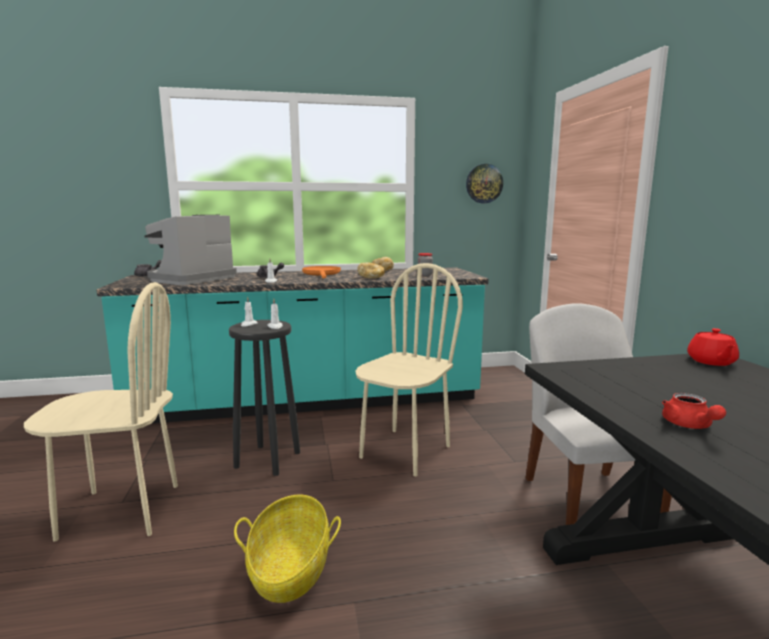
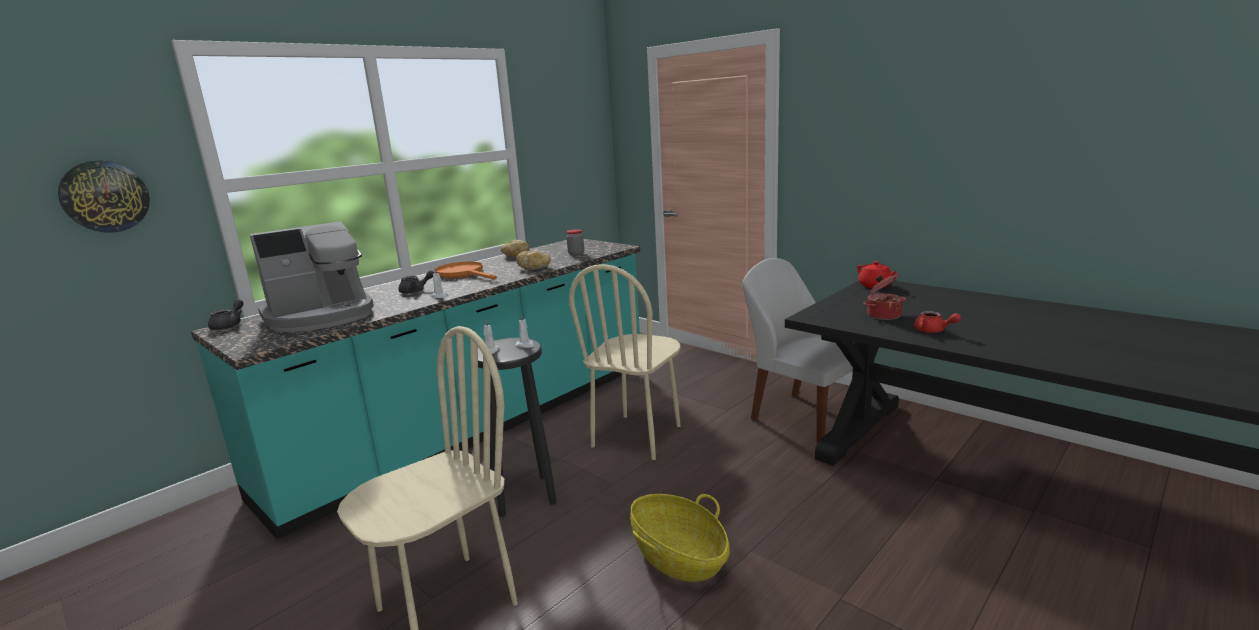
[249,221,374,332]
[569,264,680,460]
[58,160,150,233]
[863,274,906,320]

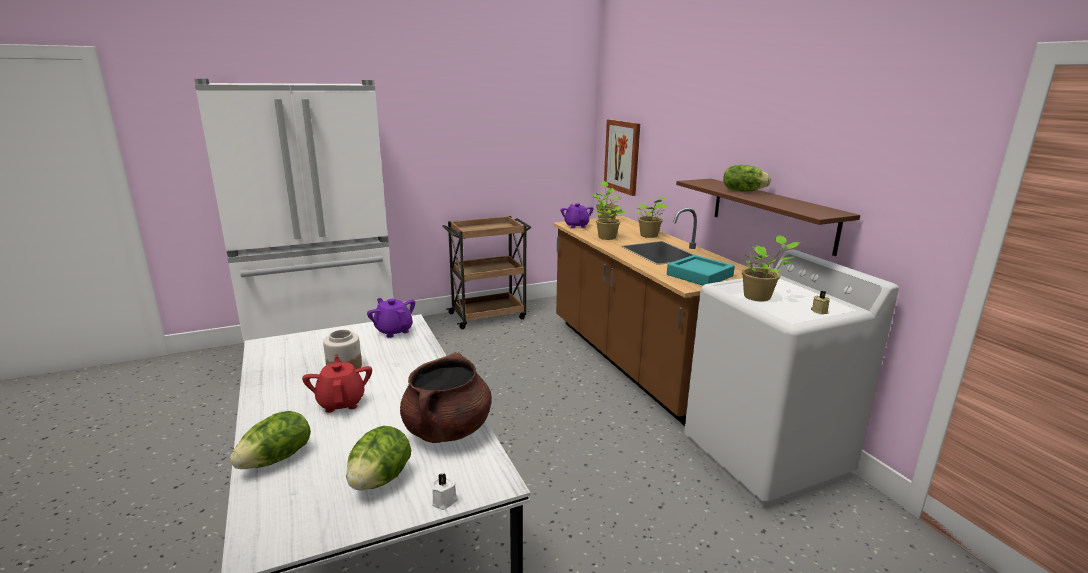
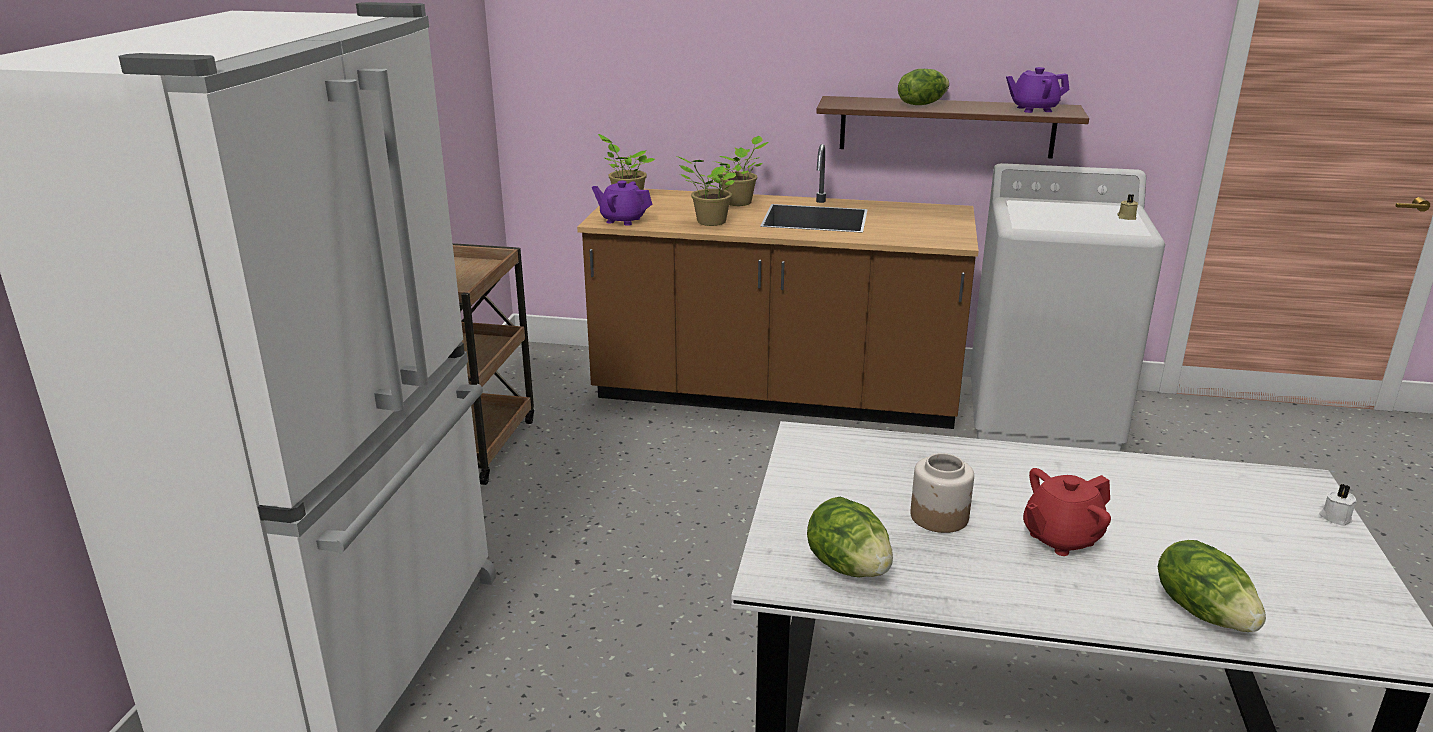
[1023,468,1111,556]
[807,497,893,577]
[1006,67,1070,113]
[400,352,492,443] (first image)
[604,119,640,196] (first image)
[667,255,735,285] (first image)
[742,235,801,301] (first image)

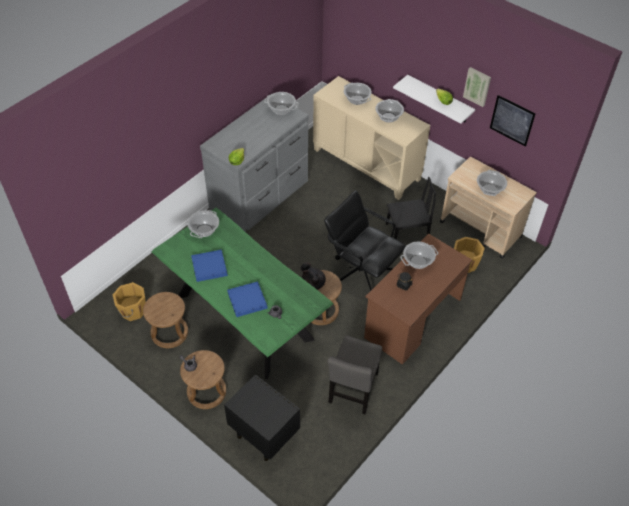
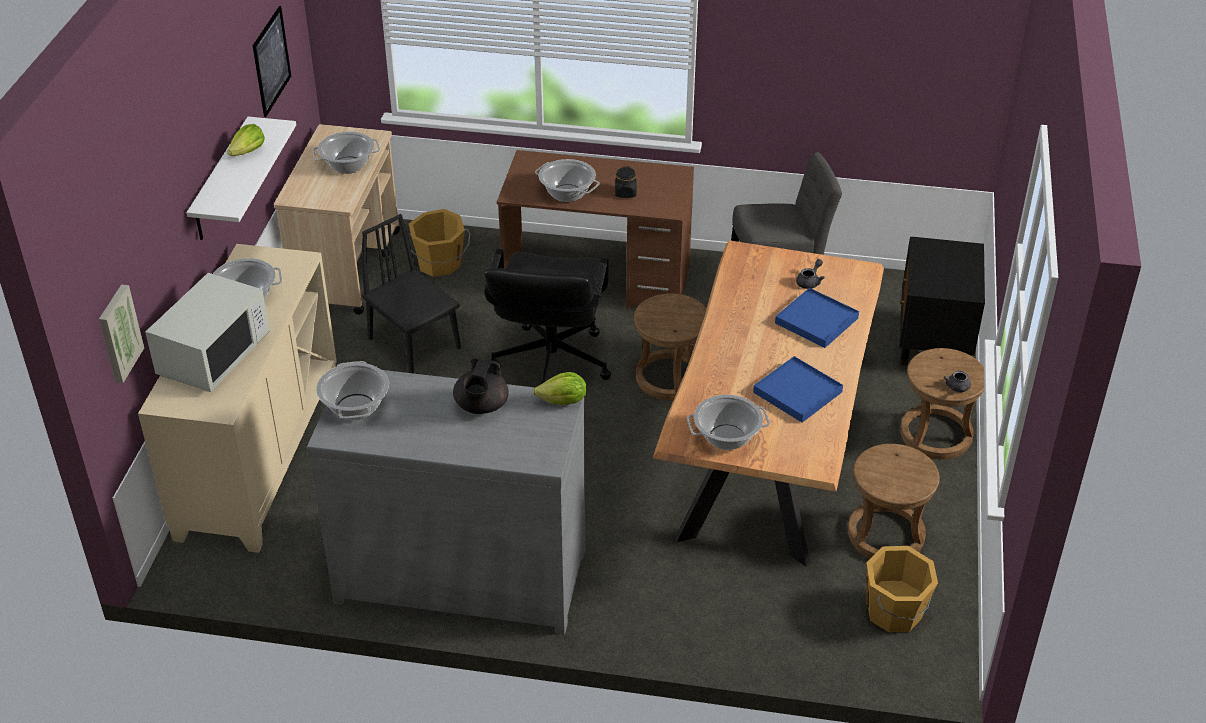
[653,240,884,567]
[453,357,509,414]
[145,273,270,392]
[99,285,144,383]

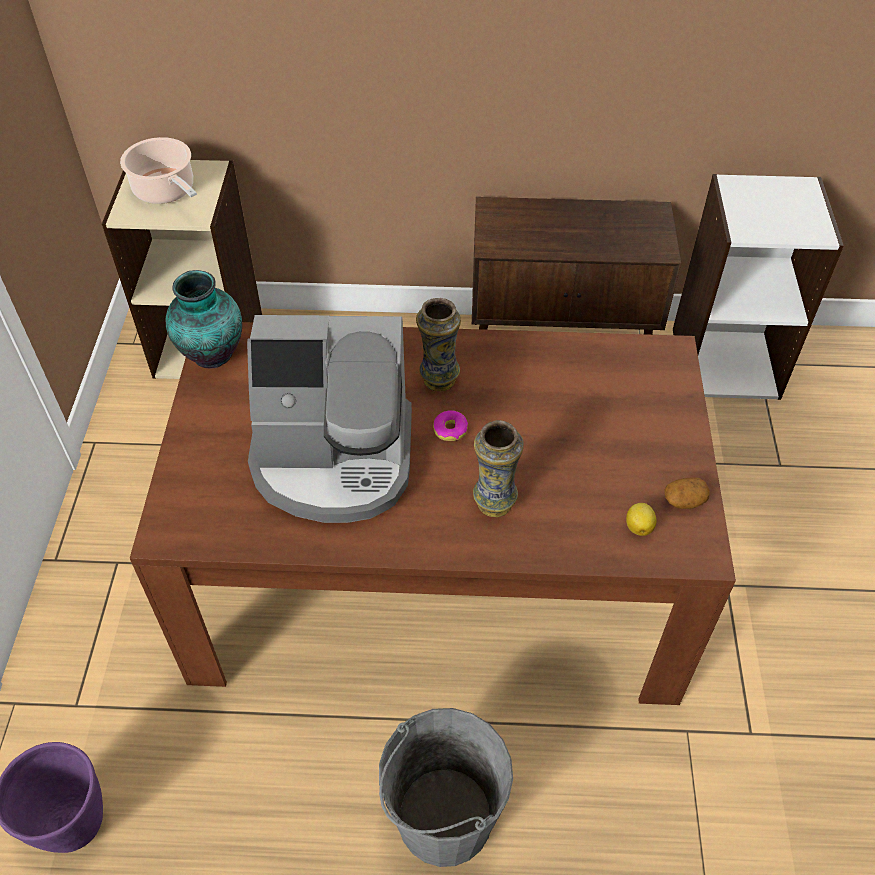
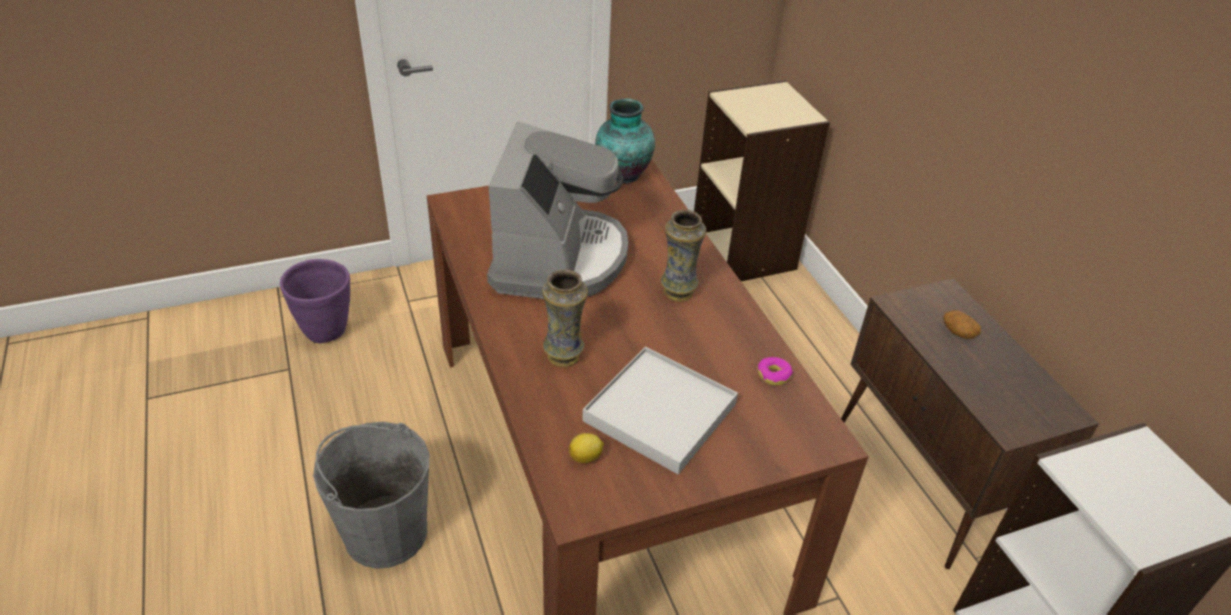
[120,137,197,204] (first image)
[487,121,628,299]
[757,357,793,385]
[943,310,981,339]
[582,347,738,474]

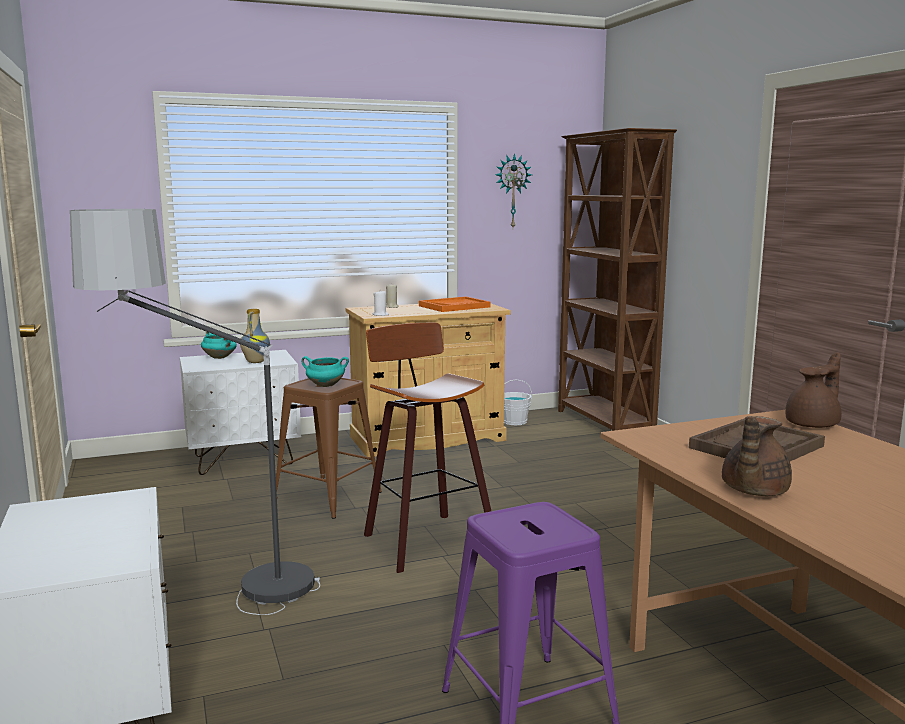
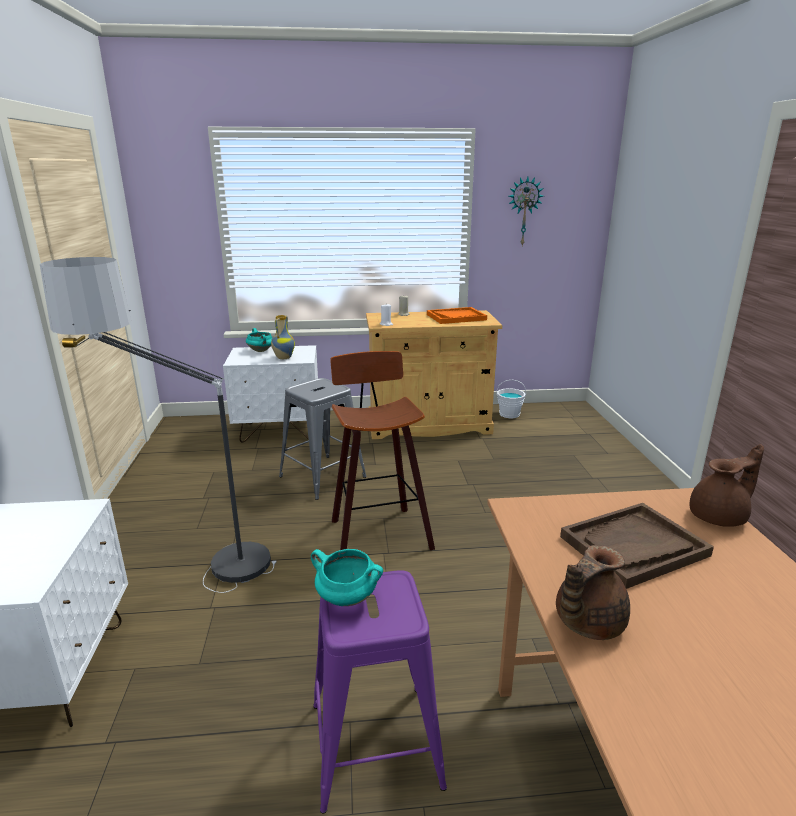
[279,378,367,500]
[311,549,383,606]
[558,128,677,431] (first image)

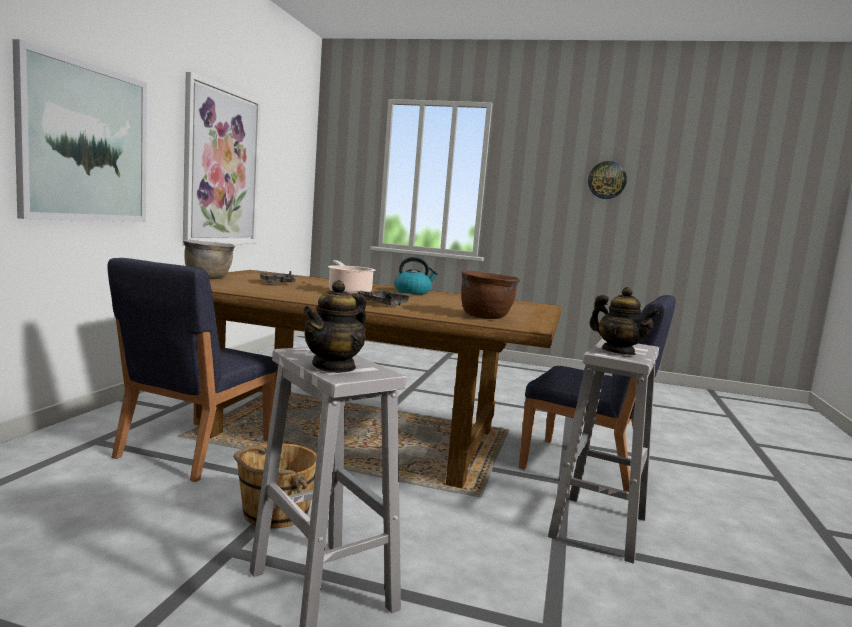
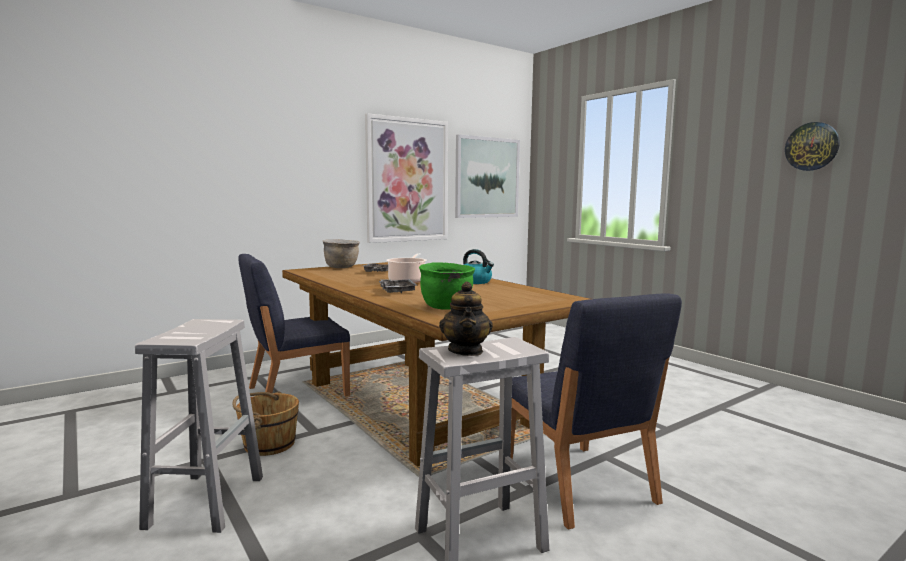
[455,134,520,218]
[303,280,366,373] (first image)
[419,263,475,310]

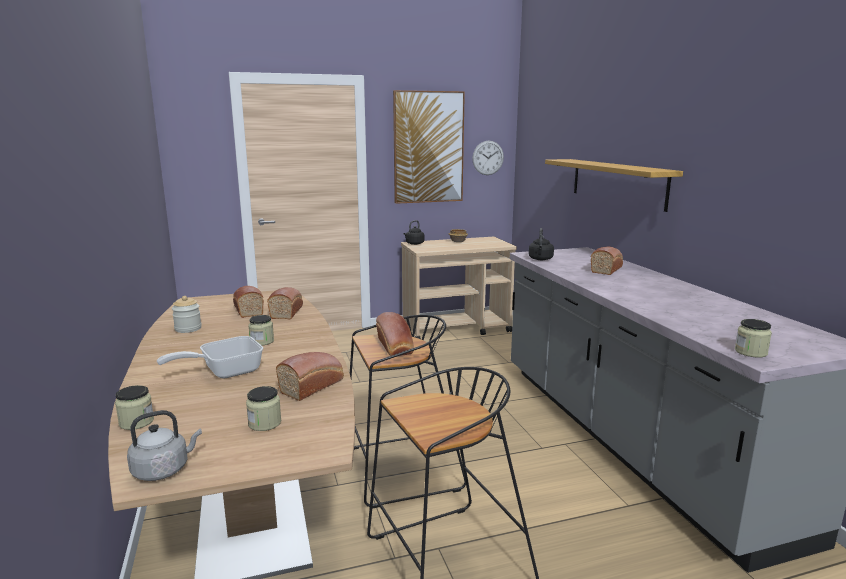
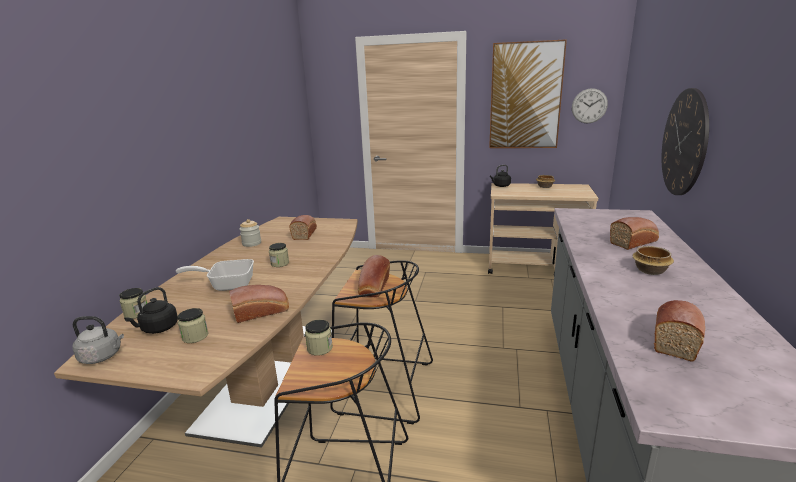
[654,300,705,361]
[124,287,178,334]
[662,88,709,195]
[305,320,333,356]
[632,246,674,275]

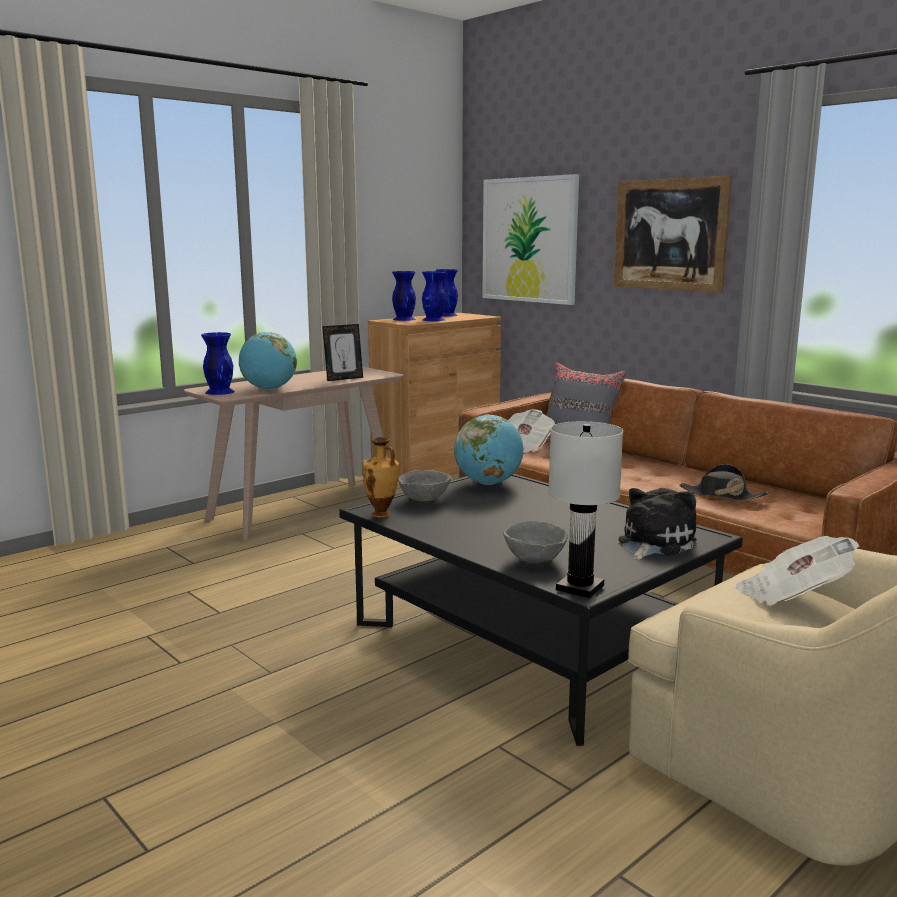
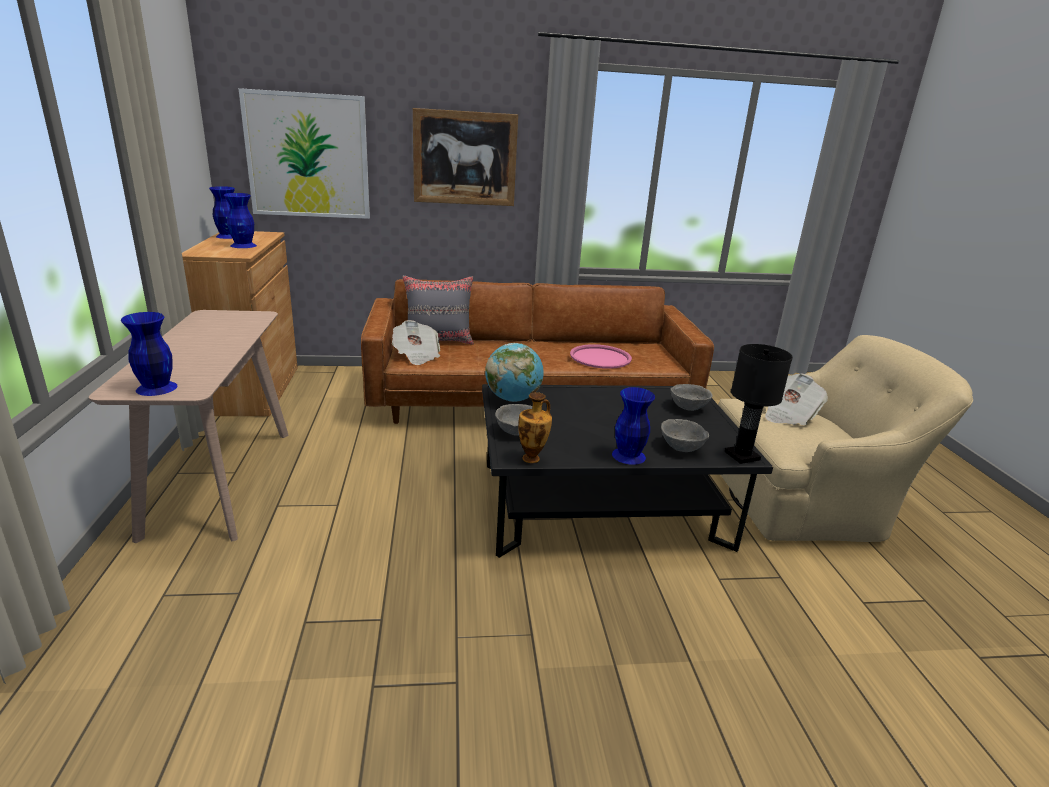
[239,332,297,390] (first image)
[322,324,363,381] (first image)
[612,387,655,465]
[725,344,793,464]
[670,384,713,411]
[570,344,632,369]

